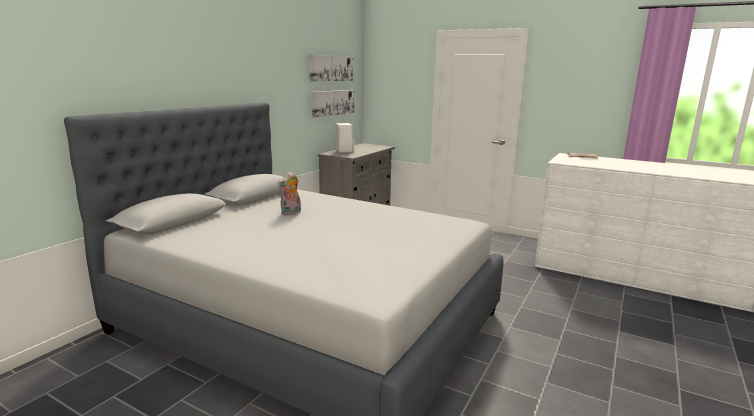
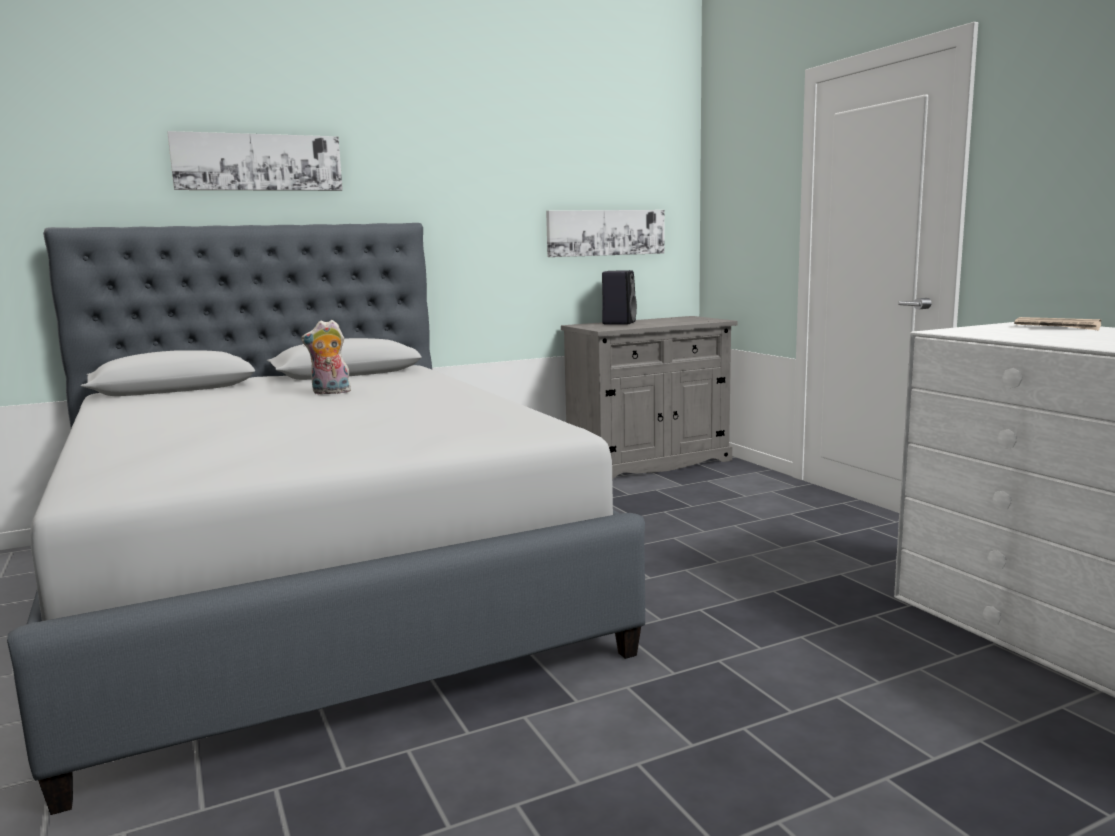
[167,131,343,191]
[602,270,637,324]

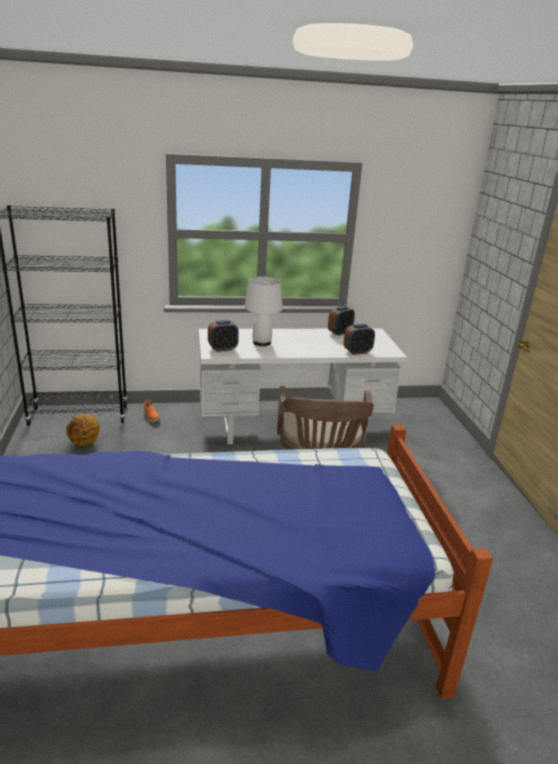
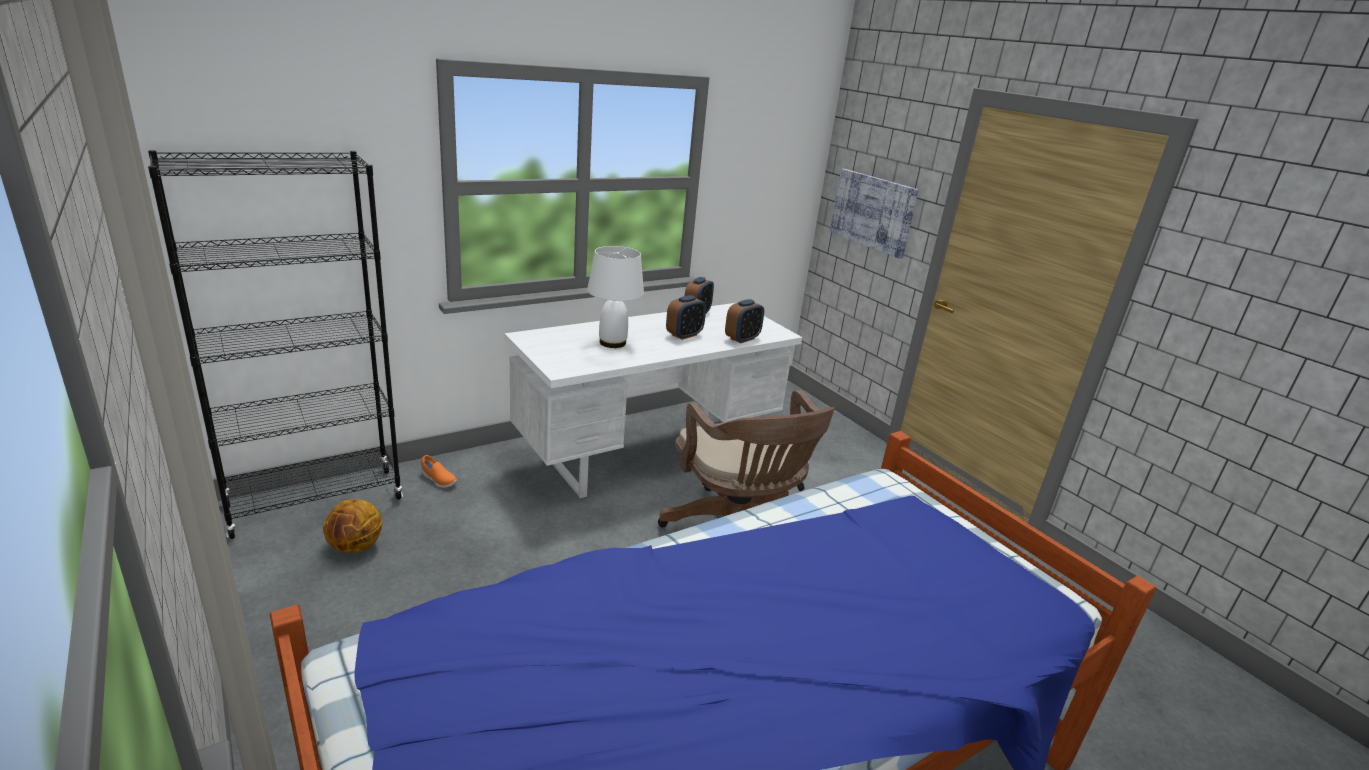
[666,295,706,340]
[830,169,918,259]

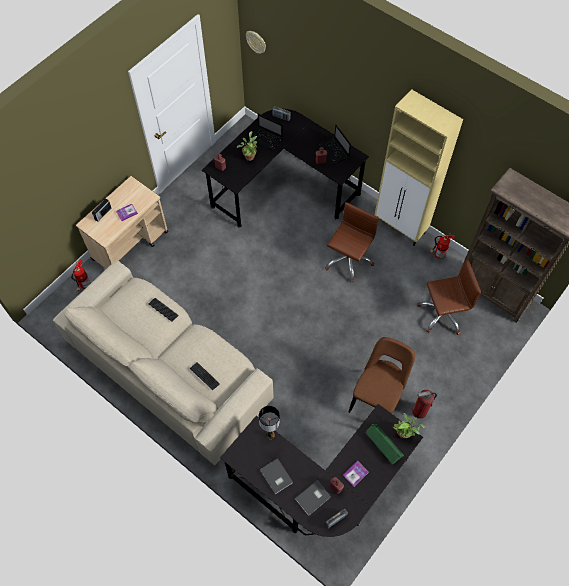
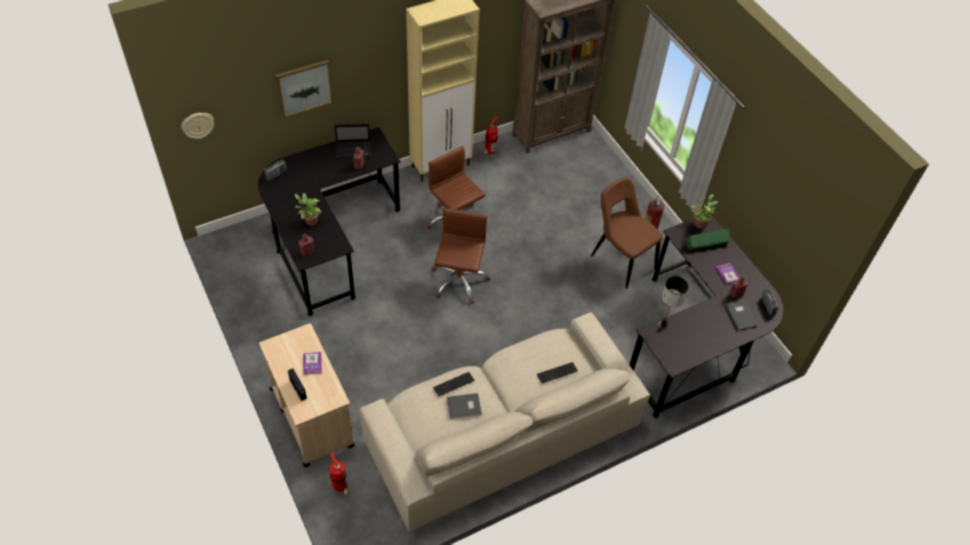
[249,114,283,150] (first image)
[447,393,482,419]
[431,208,490,304]
[276,60,334,118]

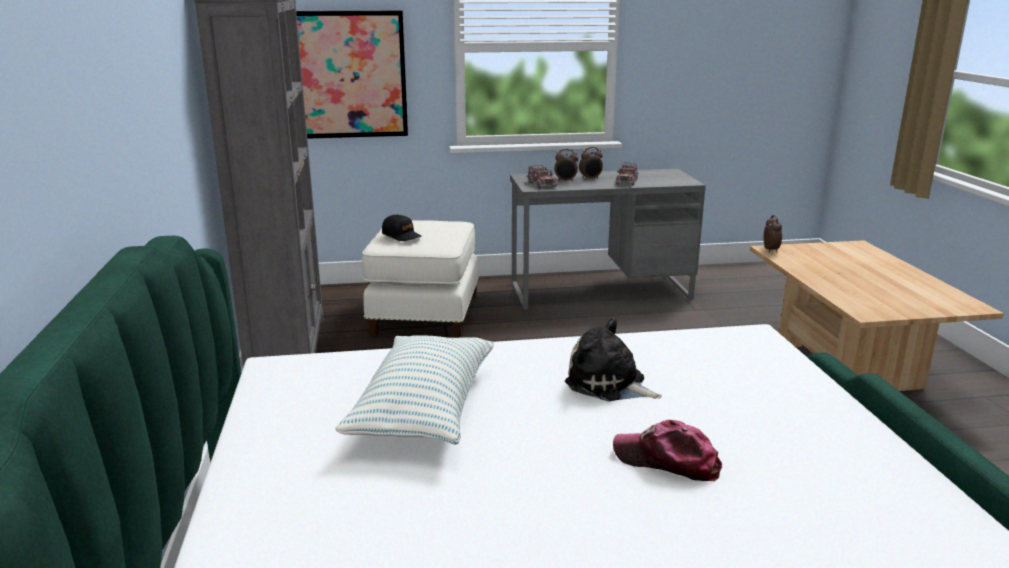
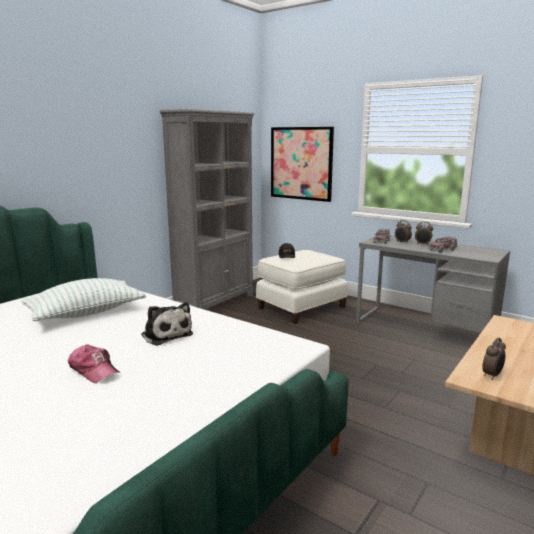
[141,302,193,346]
[68,344,120,383]
[482,338,506,380]

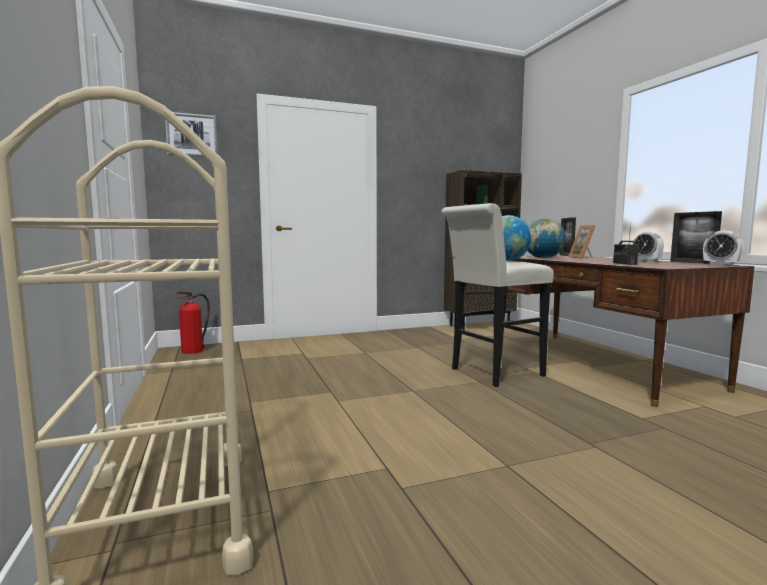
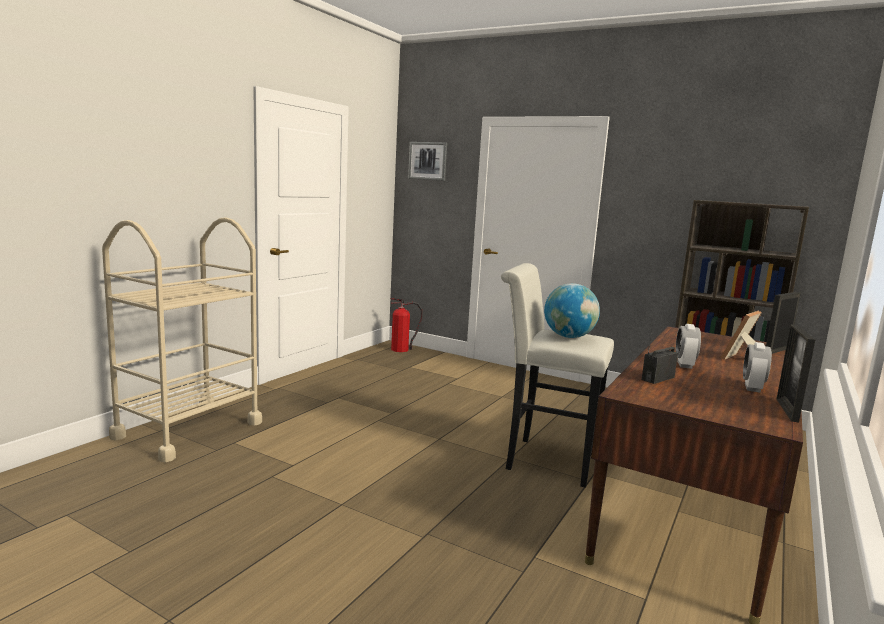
[527,218,566,259] (first image)
[676,324,701,369]

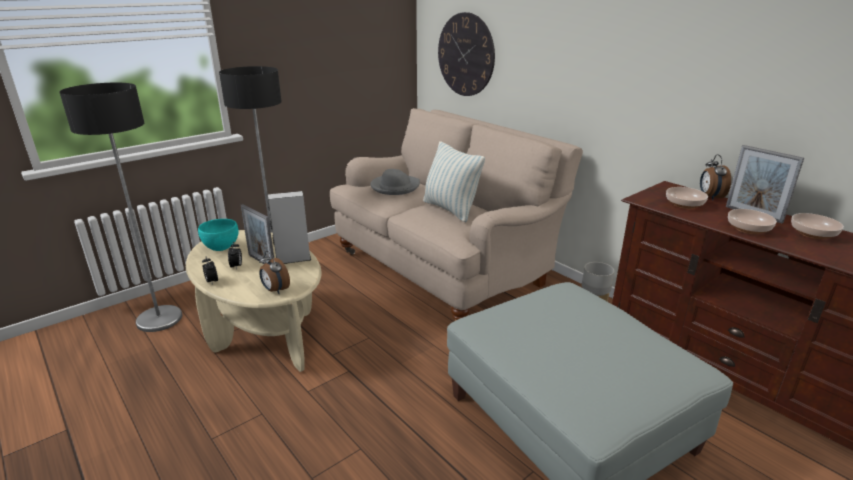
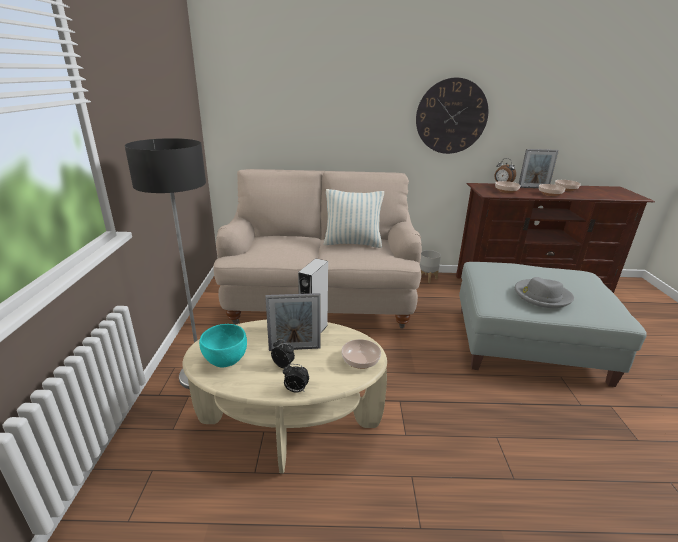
[60,83,182,332] (first image)
[341,339,381,369]
[515,277,574,308]
[416,78,488,154]

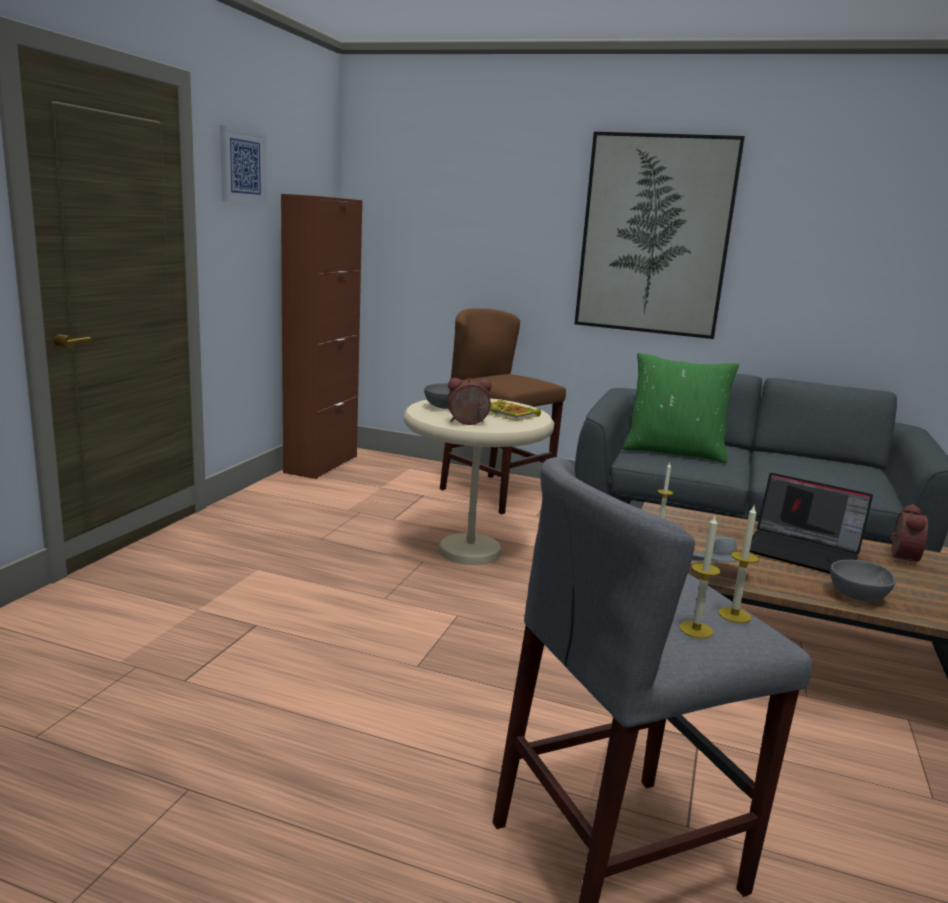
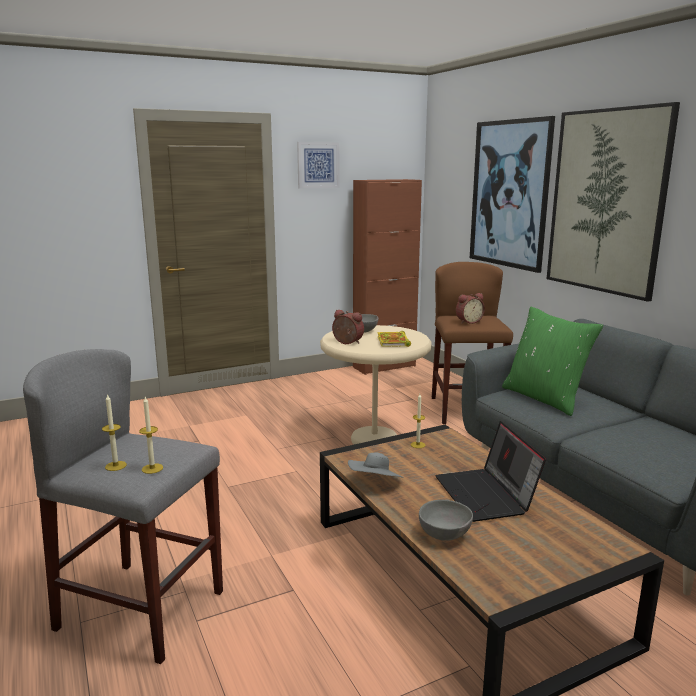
[456,293,485,324]
[470,116,555,273]

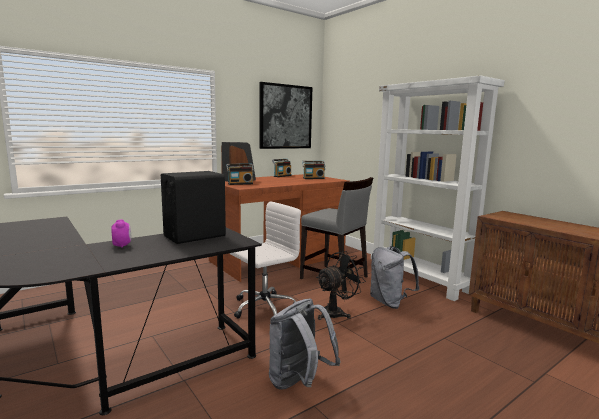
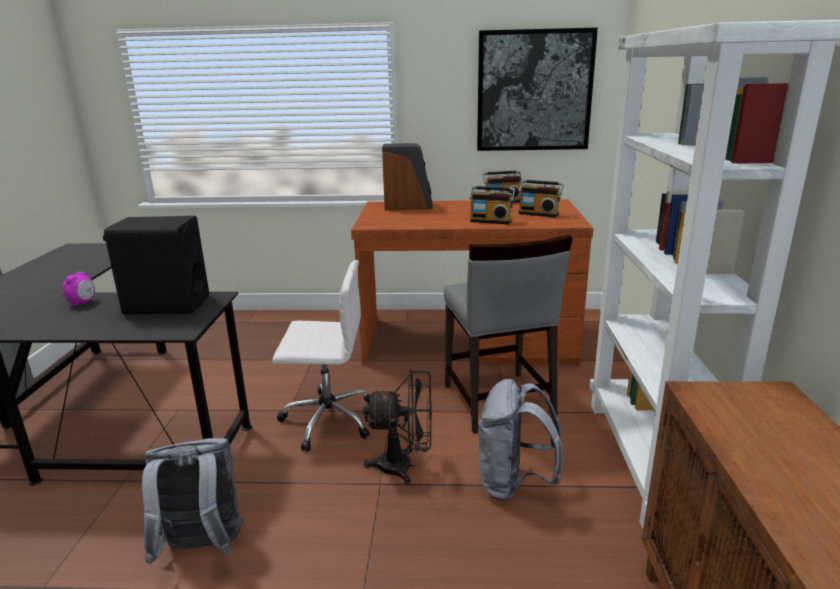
[469,186,515,224]

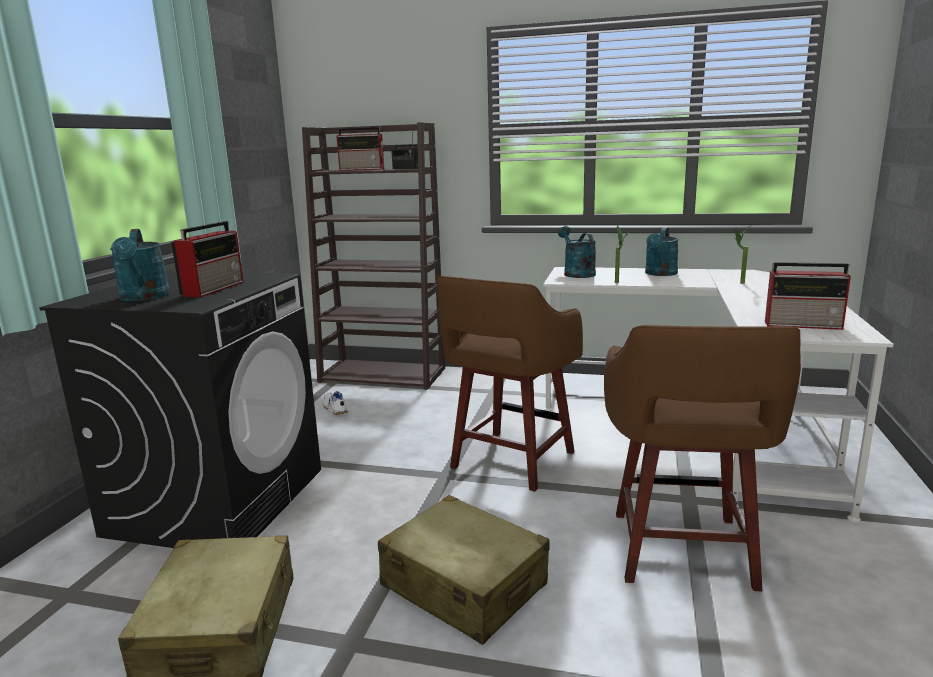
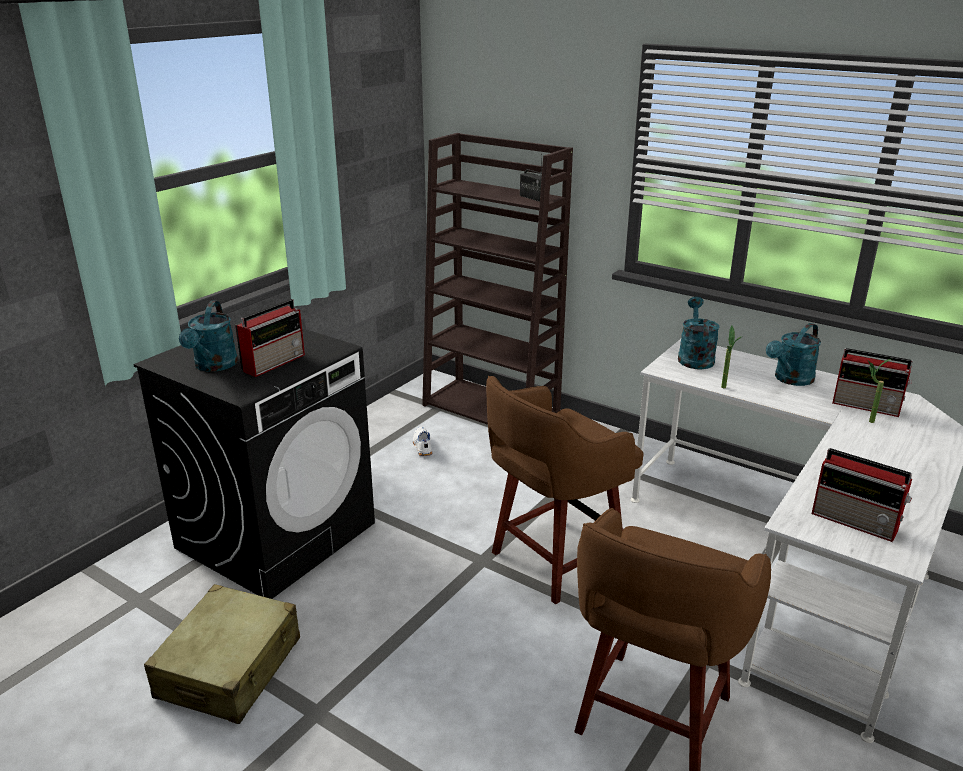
[833,348,913,417]
[378,495,550,645] (first image)

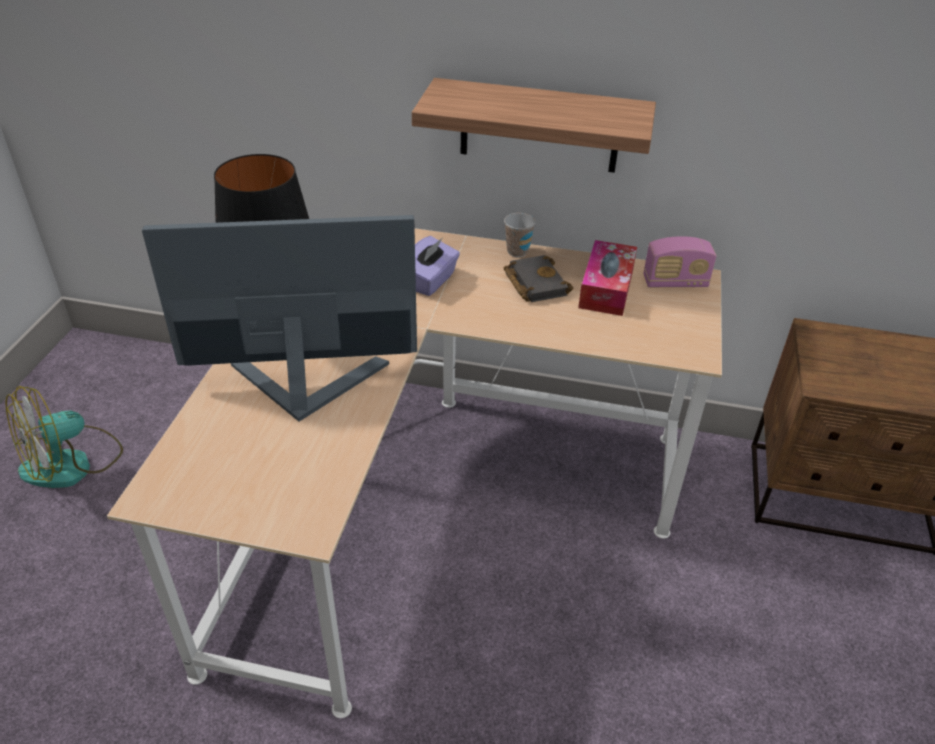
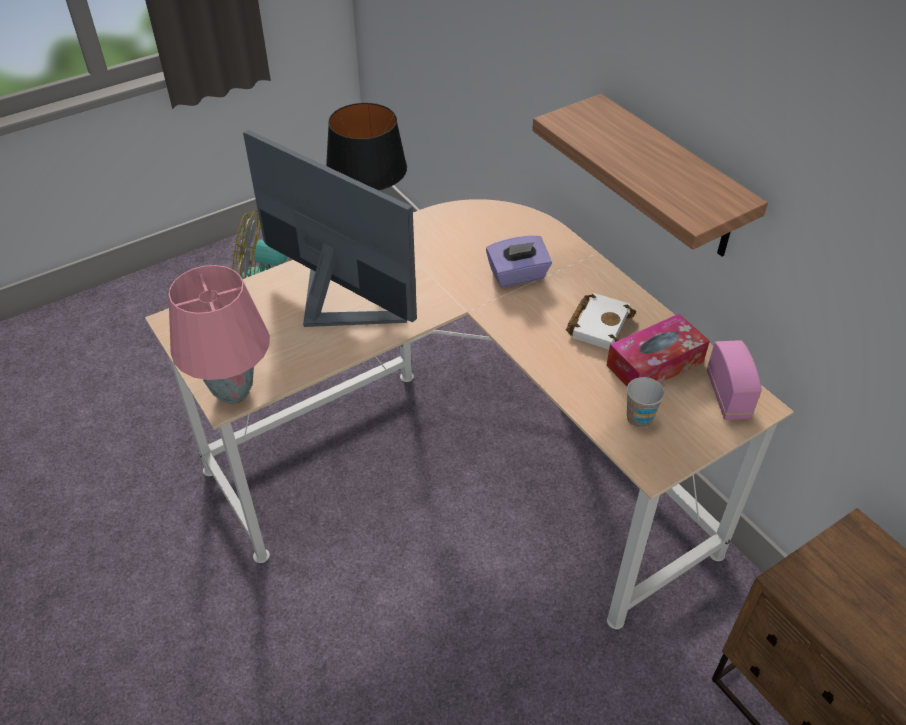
[627,377,665,428]
[566,293,636,349]
[707,340,762,420]
[169,265,270,404]

